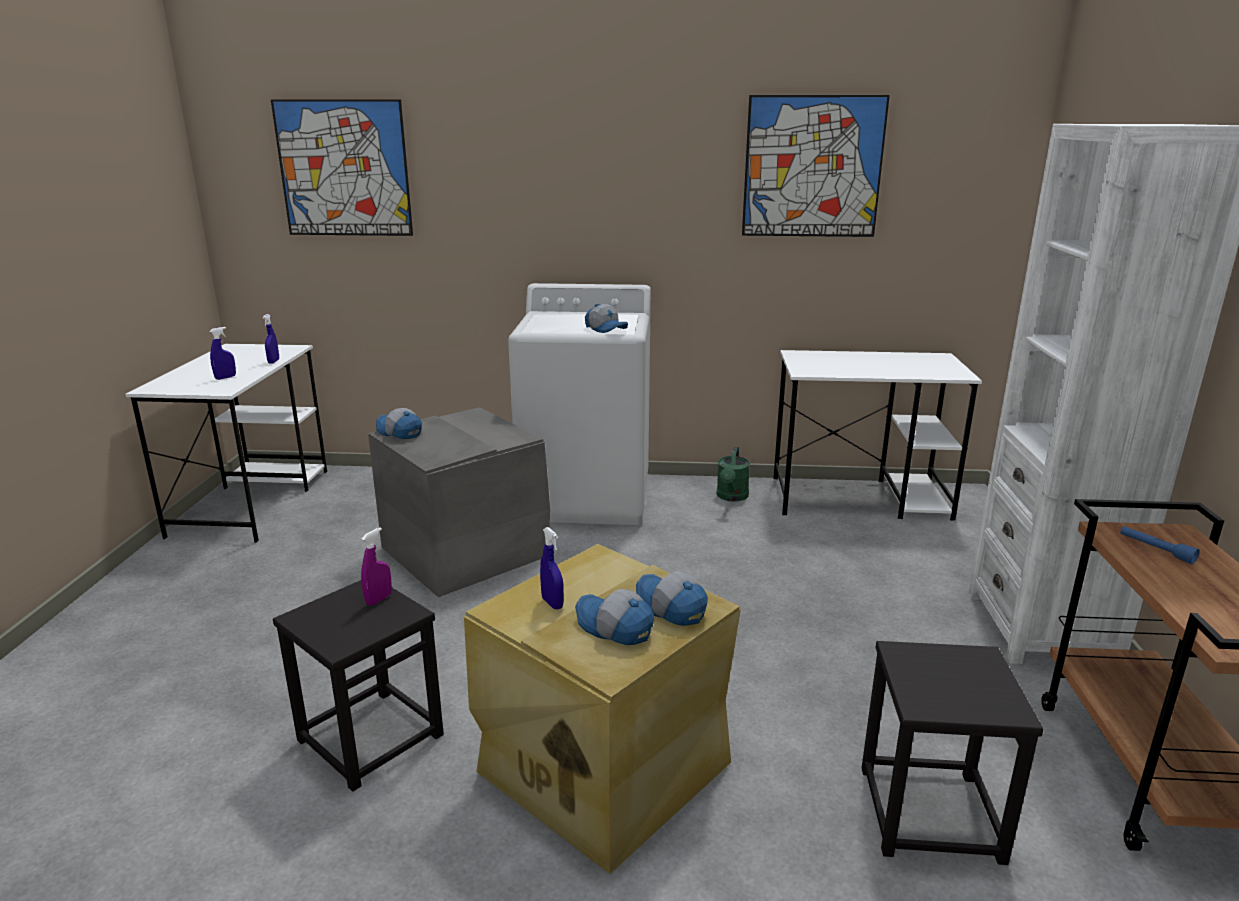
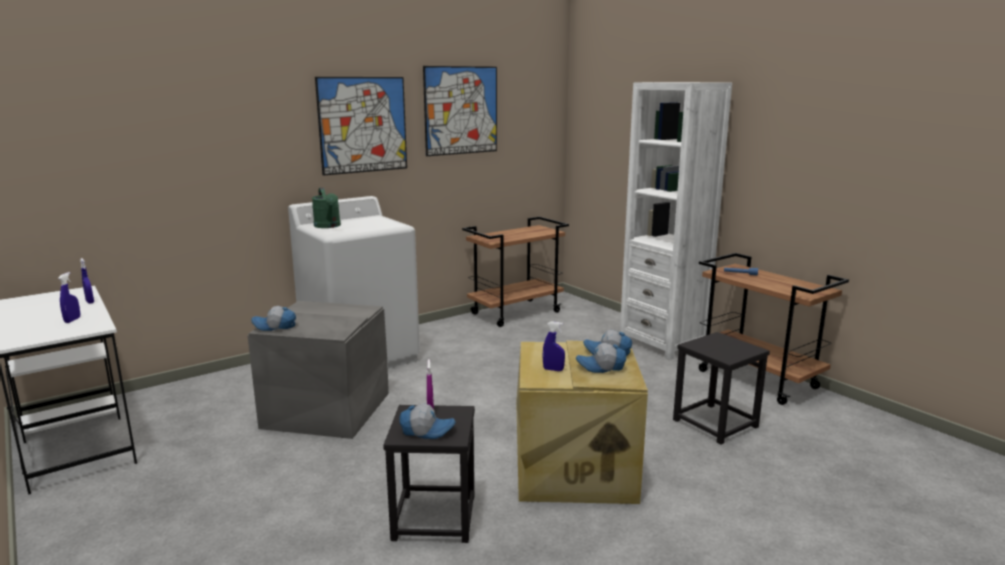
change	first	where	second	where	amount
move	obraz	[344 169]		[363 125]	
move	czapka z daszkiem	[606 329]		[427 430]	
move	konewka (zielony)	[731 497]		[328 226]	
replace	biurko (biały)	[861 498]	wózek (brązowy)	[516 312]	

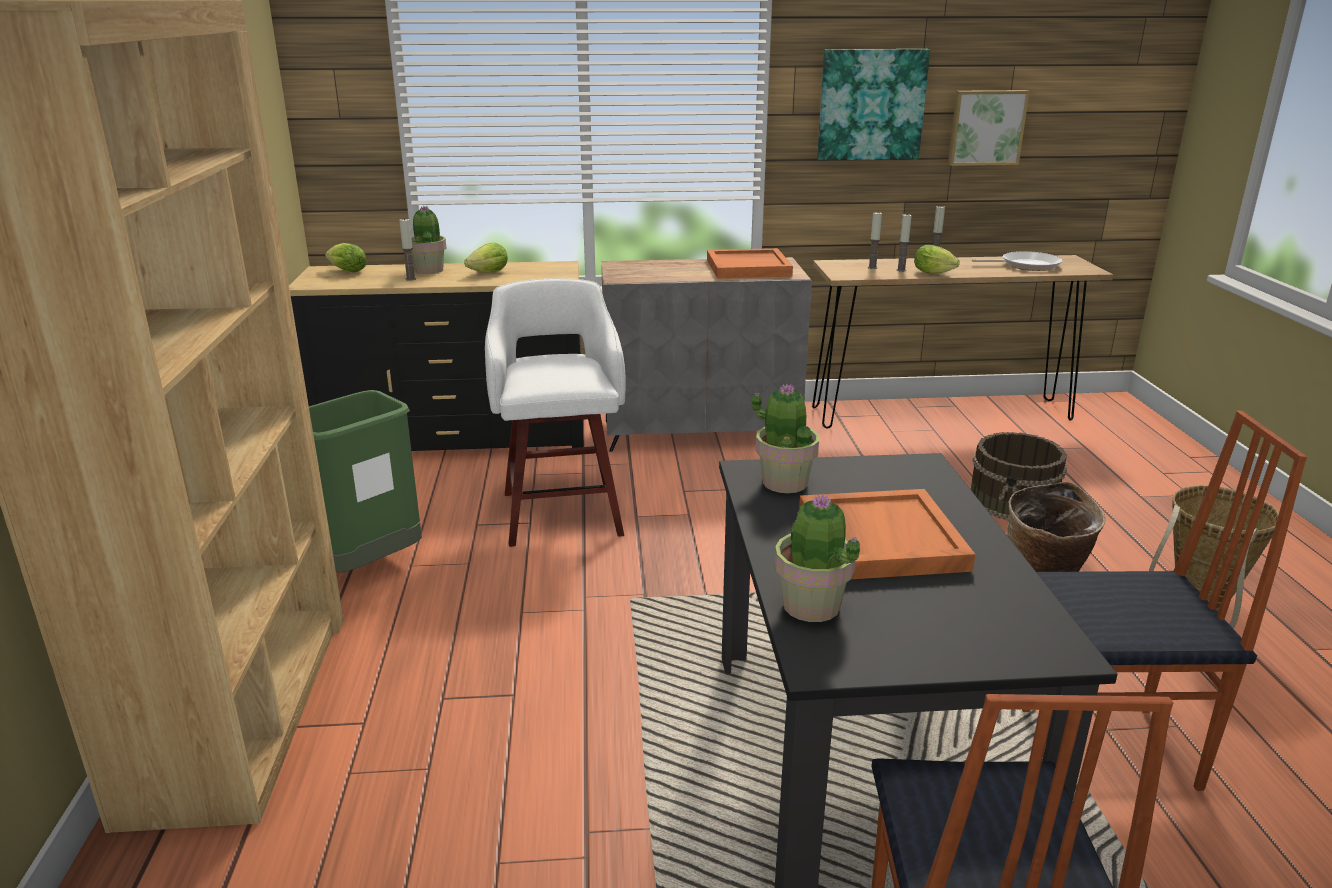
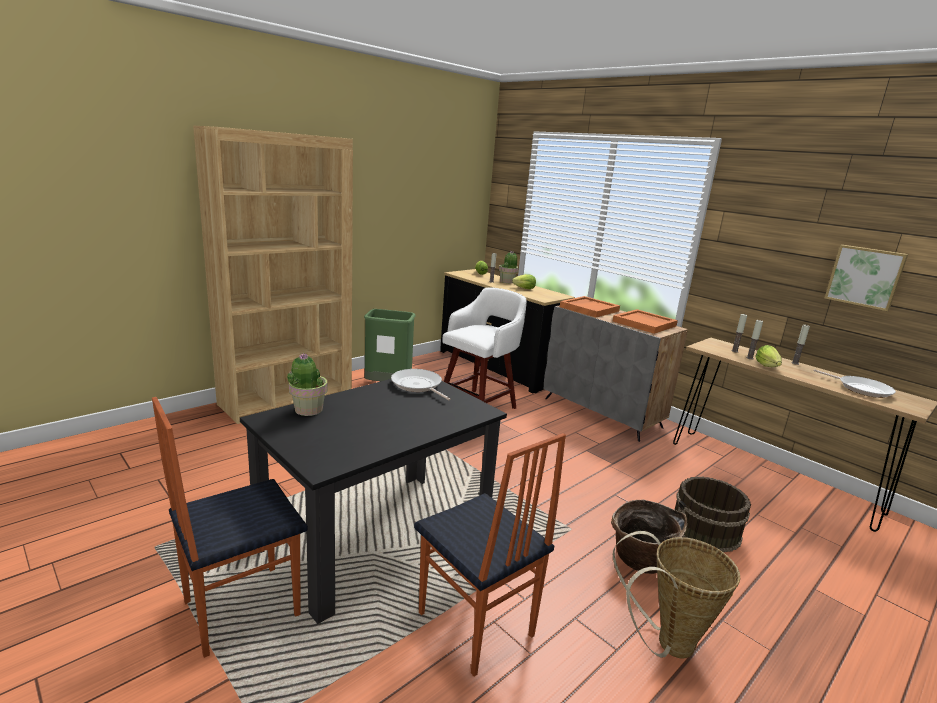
change	first	where	second	where	amount
delete	obraz	[871 104]			
move	taca (pomarańczowy)	[879 539]		[589 309]	
replace	roślina doniczkowa	[784 482]	patelnia	[418 385]	

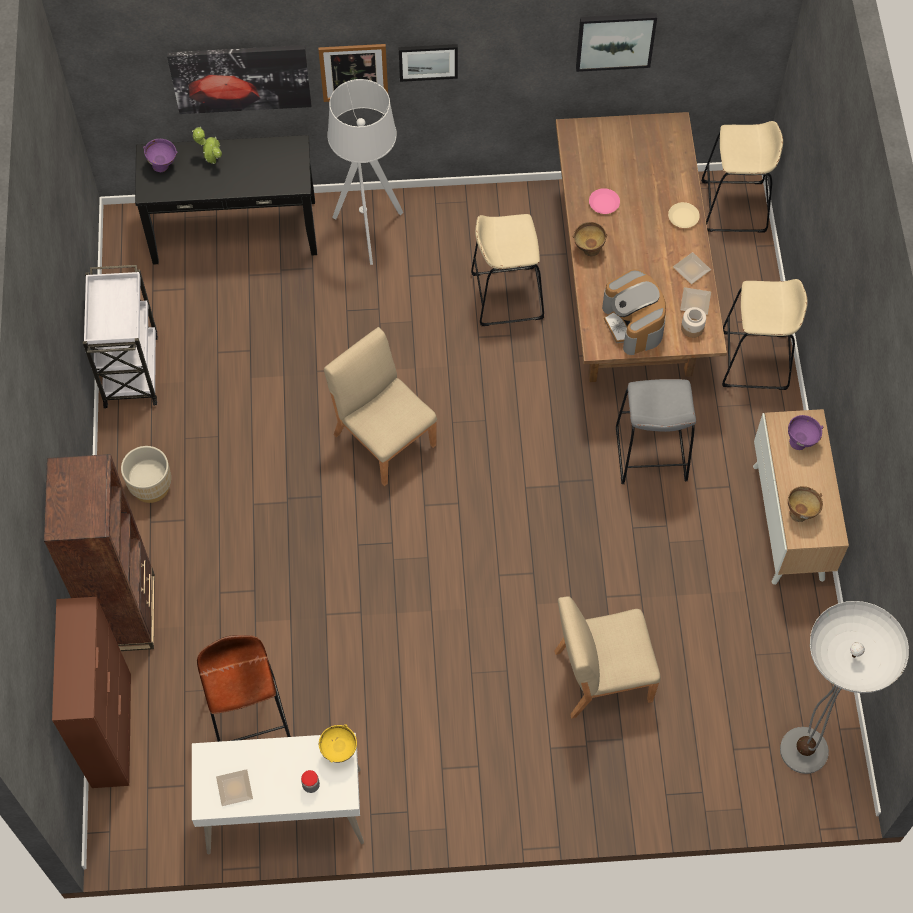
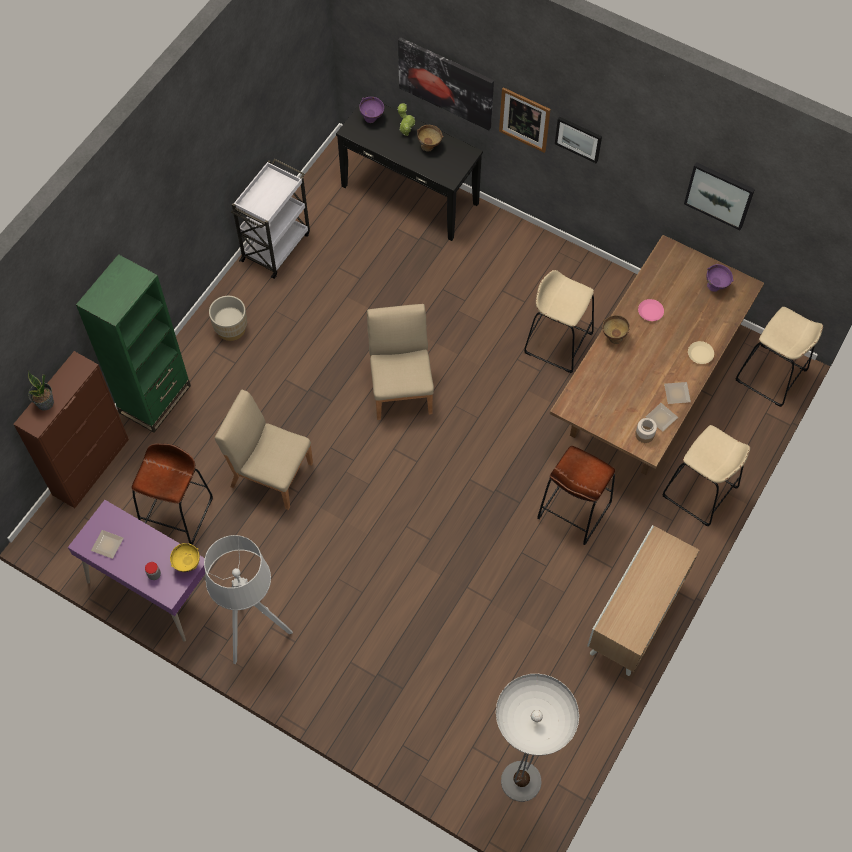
change	first	where	second	where	amount
delete	ekspres do kawy	[633 323]			
insert			roślina doniczkowa	[45 403]	
move	lampa stojąca (szary)	[369 231]		[255 632]	
move	krzesło (beżowy)	[601 675]		[270 474]	
move	miska (fioletowy)	[801 442]		[716 287]	
move	miska (brązowy)	[801 513]		[430 147]	
recolor	regał (brązowy)	[126 612]	regał (zielony)	[155 399]	
recolor	biurko (biały)	[284 812]	biurko (fioletowy)	[153 588]	
recolor	stołek (szary)	[650 454]	stołek (brązowy)	[573 511]	

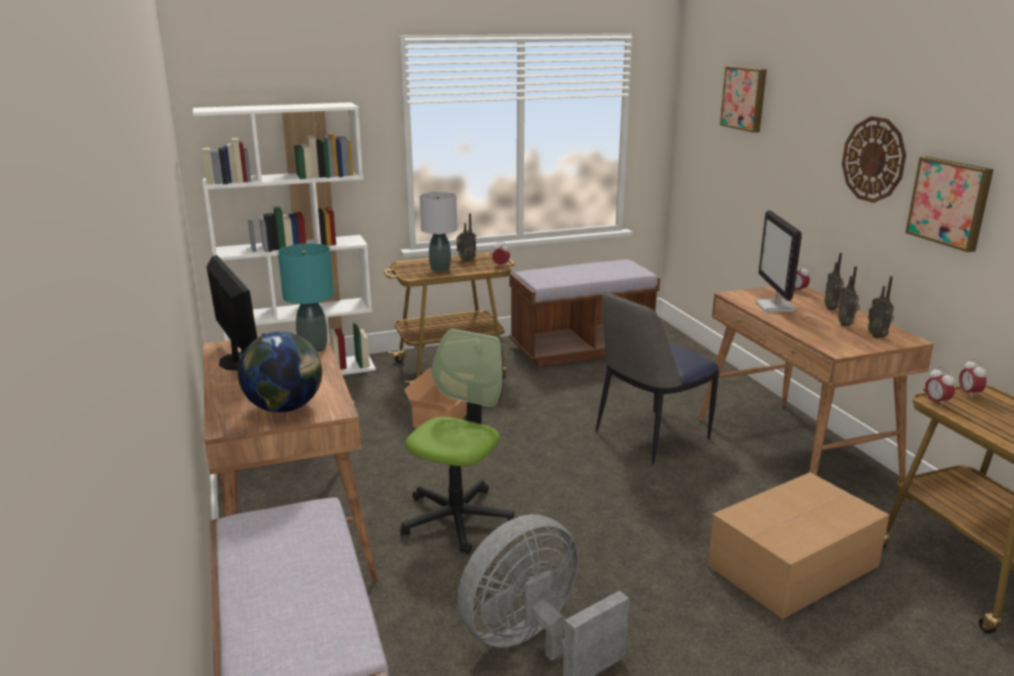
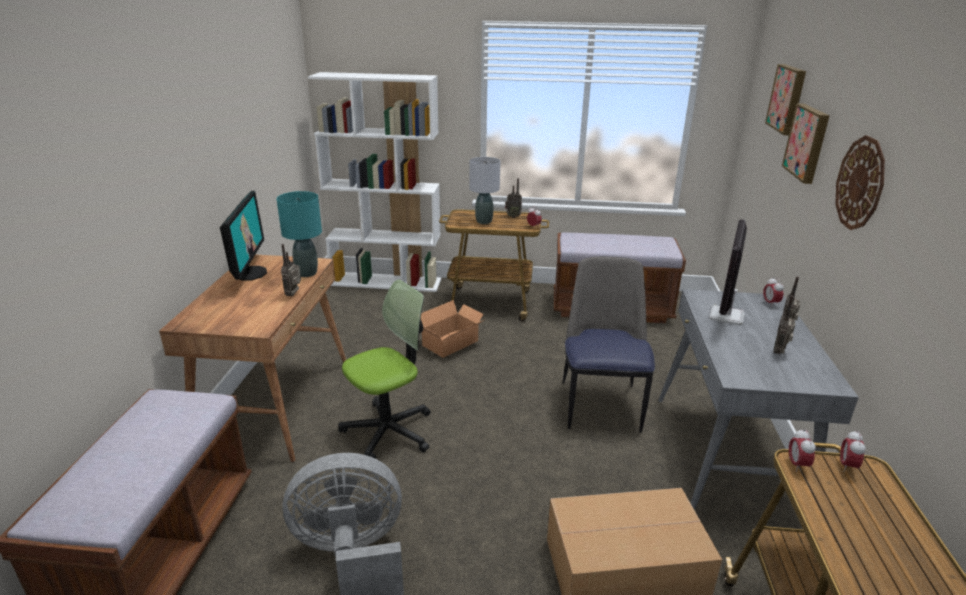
change	first	where	second	where	amount
delete	globus	[285 407]			
move	radio	[878 336]		[294 294]	
move	obraz	[950 202]		[808 142]	
recolor	biurko (brązowy)	[795 451]	biurko (szary)	[727 457]	
rotate	krzesło	[649 437]		[600 404]	105 degrees clockwise

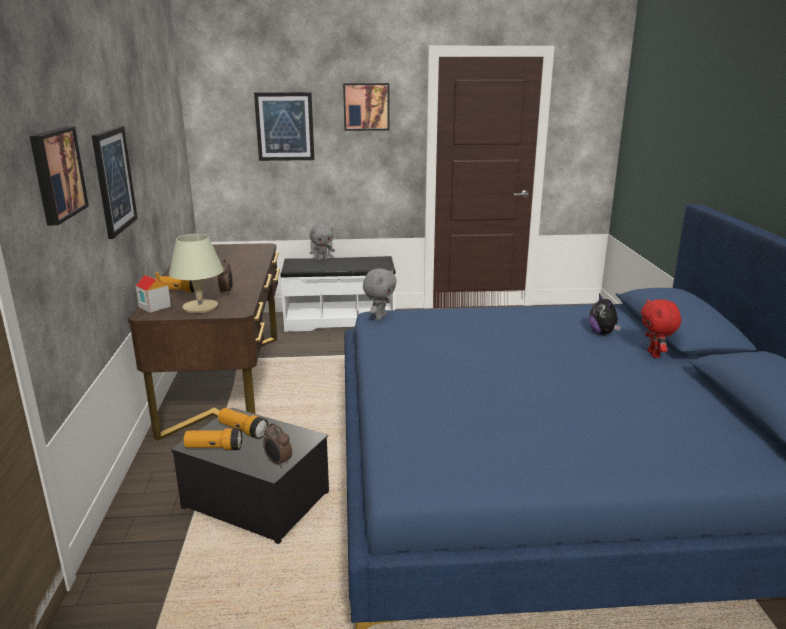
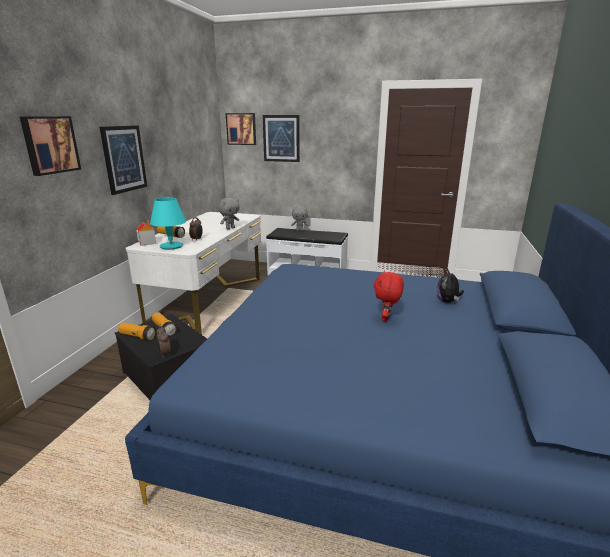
change	first	where	second	where	amount
move	obraz	[366 106]		[241 129]	
move	pluszak (szary)	[380 317]		[230 228]	
move	pluszak (czerwony)	[654 354]		[386 319]	
recolor	biurko (brązowy)	[224 381]	biurko (biały)	[208 300]	
recolor	lampa stołowa (beżowy)	[200 307]	lampa stołowa (turkusowy)	[171 246]	

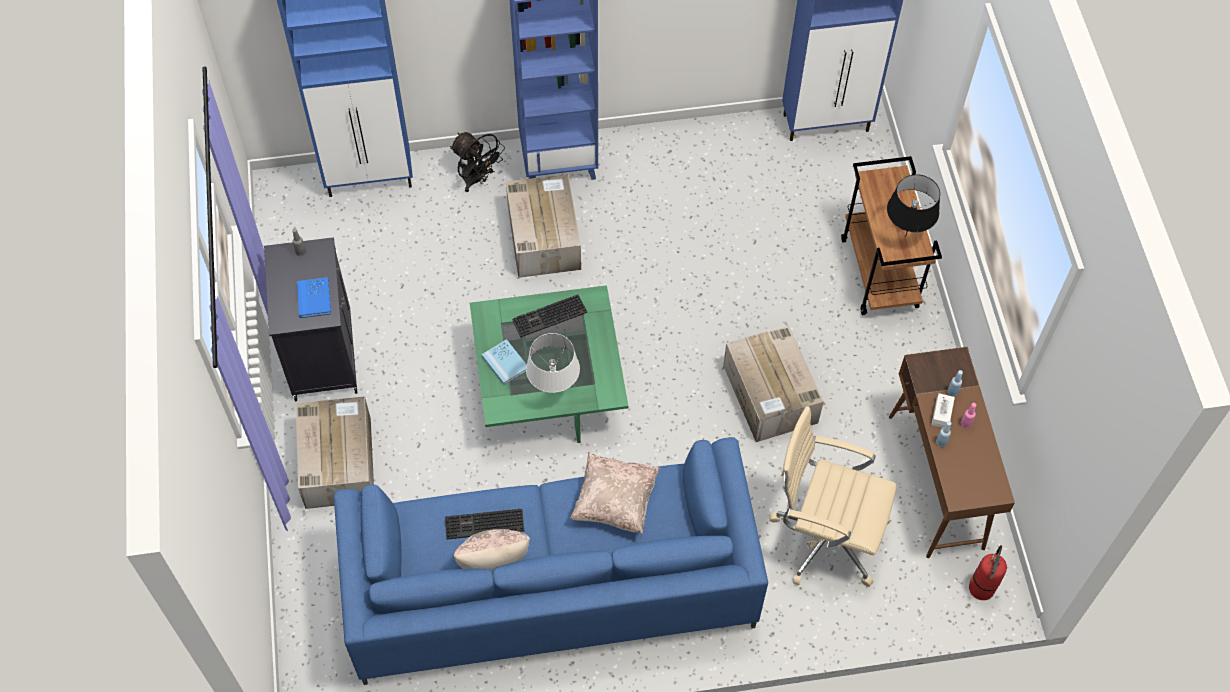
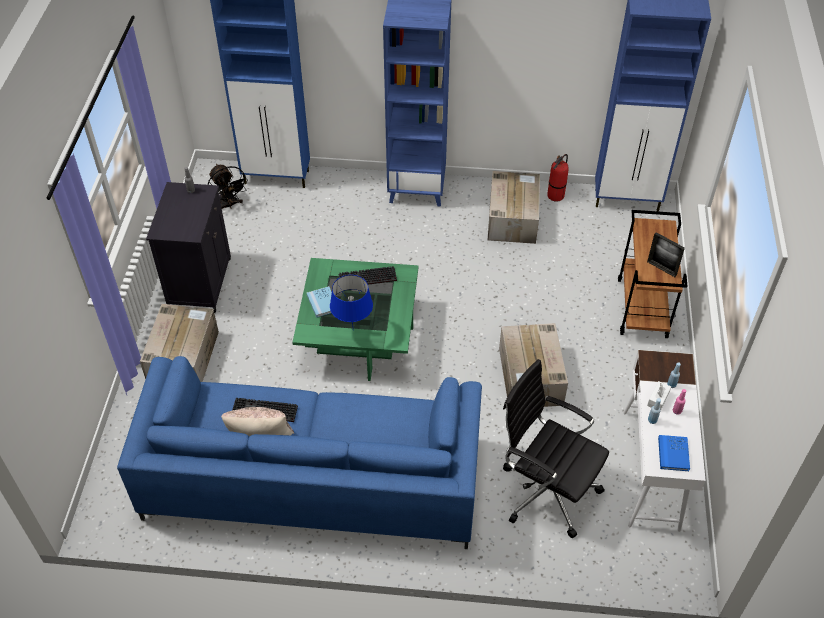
change	first	where	second	where	amount
delete	poduszka (beżowy)	[615 502]			
move	książka (niebieski)	[314 299]		[673 454]	
move	wentylator (czarny)	[477 179]		[229 205]	
move	karton	[543 236]		[512 217]	
move	gaśnica	[981 588]		[555 196]	
replace	lampa stołowa (czarny)	[905 237]	ramka na zdjęcie	[661 268]	
recolor	lampa stołowa (biały)	[553 392]	lampa stołowa (niebieski)	[352 330]	
recolor	krzesło biurowe (beżowy)	[824 535]	krzesło biurowe (czarny)	[546 490]	
recolor	biurko (brązowy)	[936 482]	biurko (biały)	[651 469]	

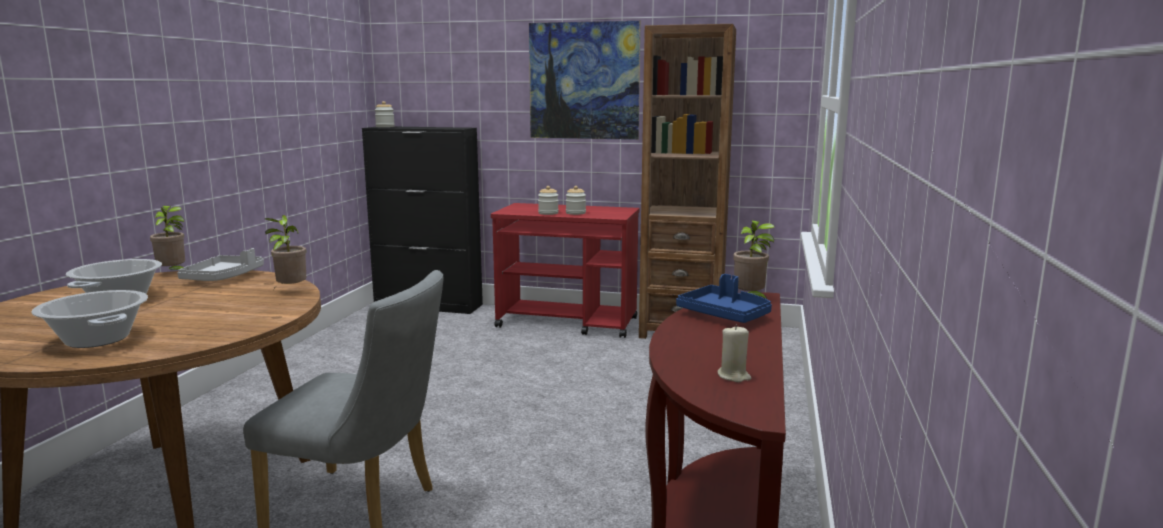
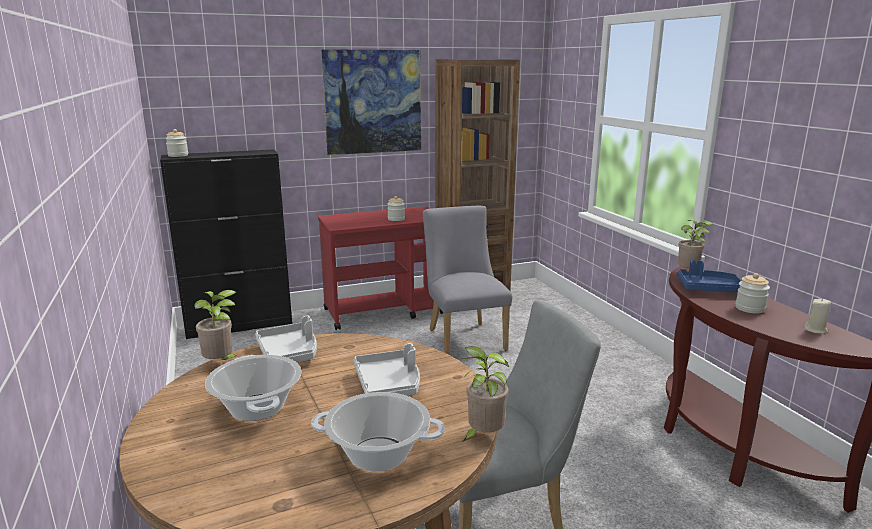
change	first	where	second	where	amount
insert			taca (szary)	[389 384]	
insert			krzesło (szary)	[464 337]	
move	roślina doniczkowa	[290 291]		[483 436]	
move	słoik	[548 213]		[750 308]	

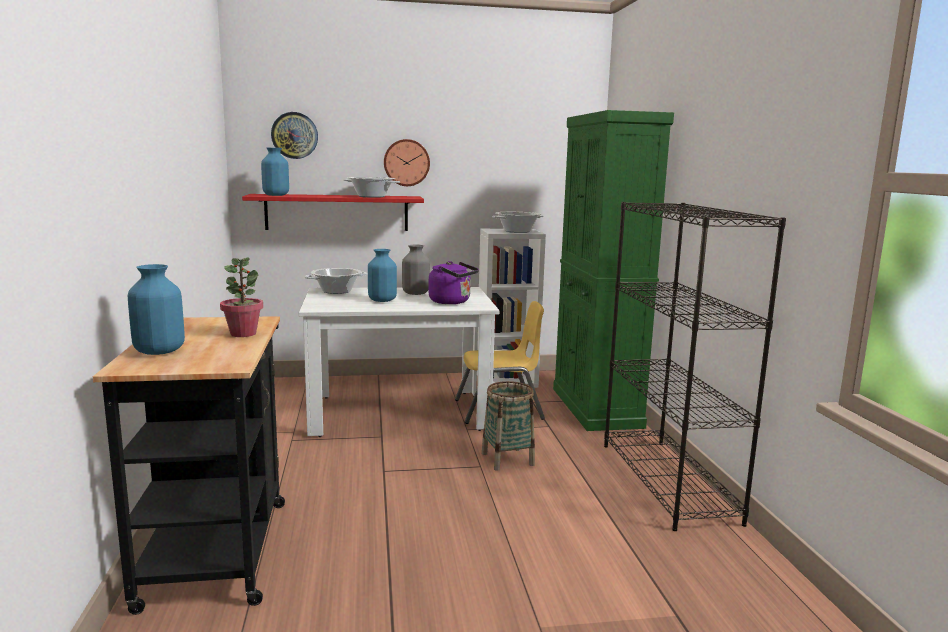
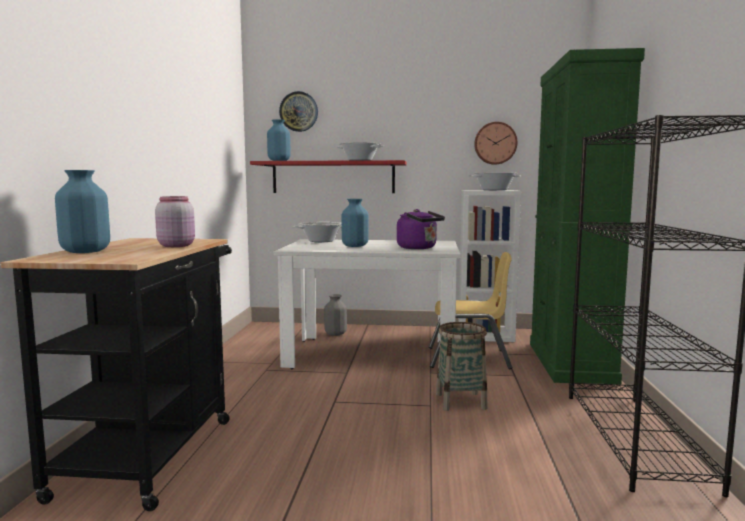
change	first	where	second	where	amount
move	zegar ścienny	[406 162]		[495 143]	
move	wazon (szary)	[416 293]		[335 334]	
replace	roślina doniczkowa	[243 334]	słoik (różowy)	[176 245]	

